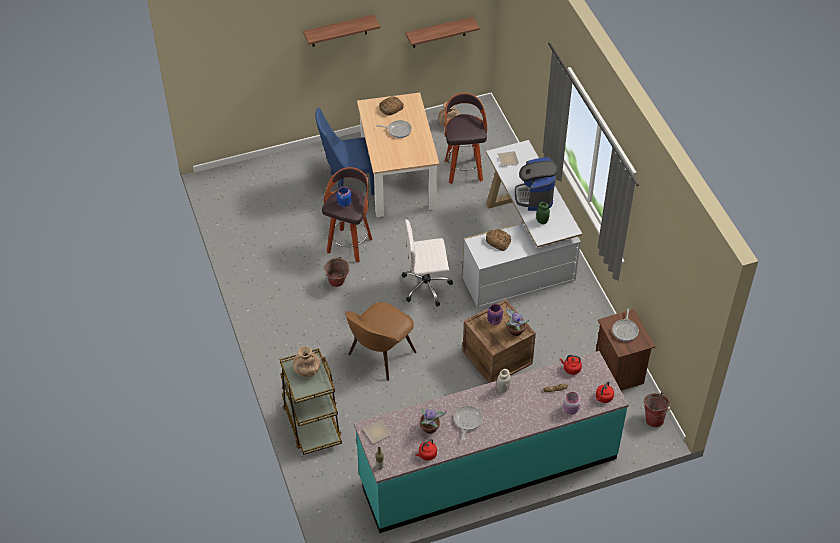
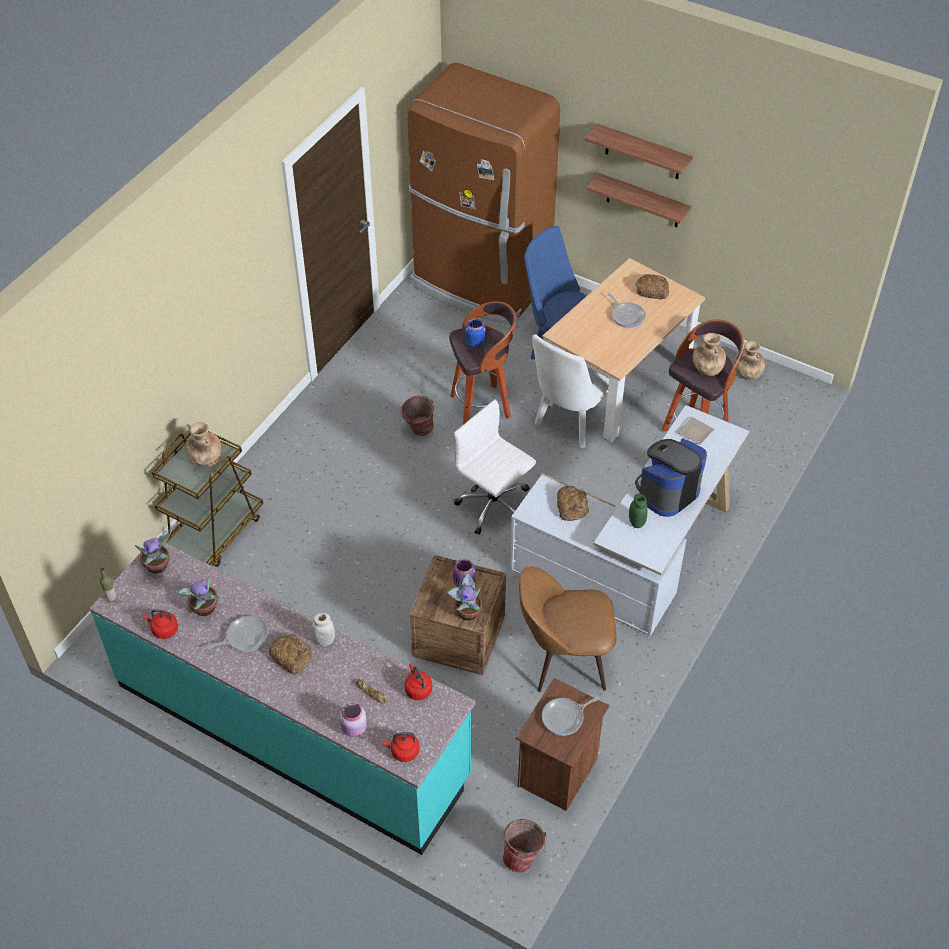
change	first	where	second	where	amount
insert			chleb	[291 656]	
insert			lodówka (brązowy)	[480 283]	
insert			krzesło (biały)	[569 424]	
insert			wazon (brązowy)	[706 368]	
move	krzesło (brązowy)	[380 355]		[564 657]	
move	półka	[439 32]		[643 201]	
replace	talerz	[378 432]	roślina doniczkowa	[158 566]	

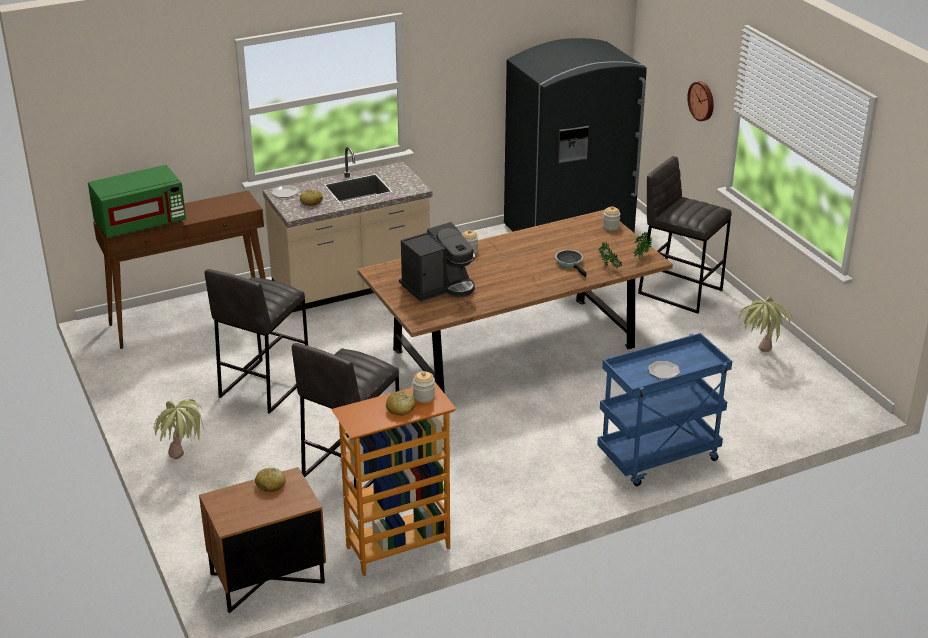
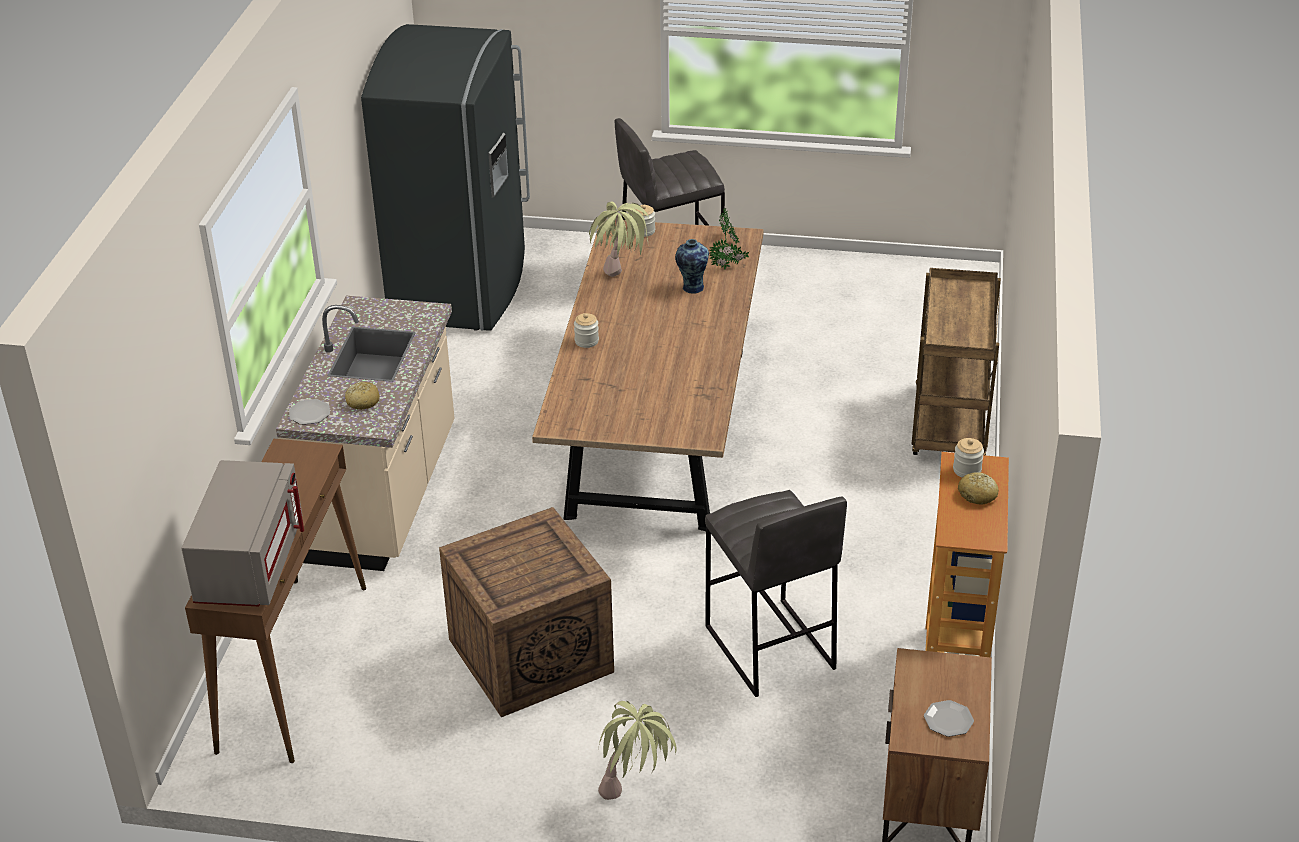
change	first	where	second	where	amount
delete	chleb	[271 484]			
delete	ekspres do kawy	[439 287]			
delete	zegar ścienny	[702 100]			
move	talerz	[664 371]		[949 720]	
move	roślina doniczkowa	[759 357]		[620 284]	
replace	stołek (szary)	[263 386]	skrzynka	[529 657]	
replace	patelnia	[570 263]	wazon	[692 287]	
recolor	mikrofalówka (zielony)	[140 223]	mikrofalówka (szary)	[249 563]	
recolor	wózek (niebieski)	[658 459]	wózek (brązowy)	[950 426]	

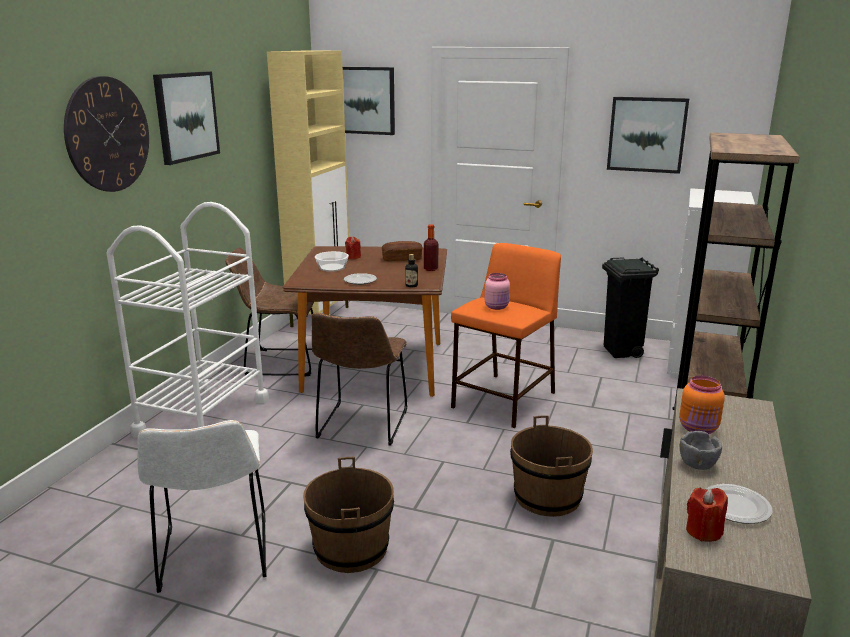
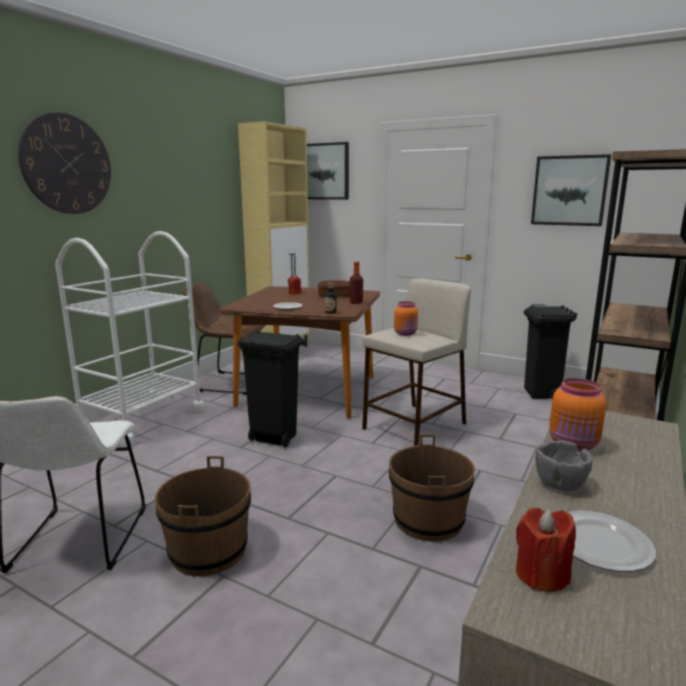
change	first	where	second	where	amount
delete	obraz	[186 116]			
delete	miska	[331 267]			
replace	krzesło (brązowy)	[361 426]	kosz na śmieci (czarny)	[273 438]	
recolor	stołek (pomarańczowy)	[503 400]	stołek (beżowy)	[414 426]	
recolor	słoik (różowy)	[497 307]	słoik (pomarańczowy)	[406 333]	

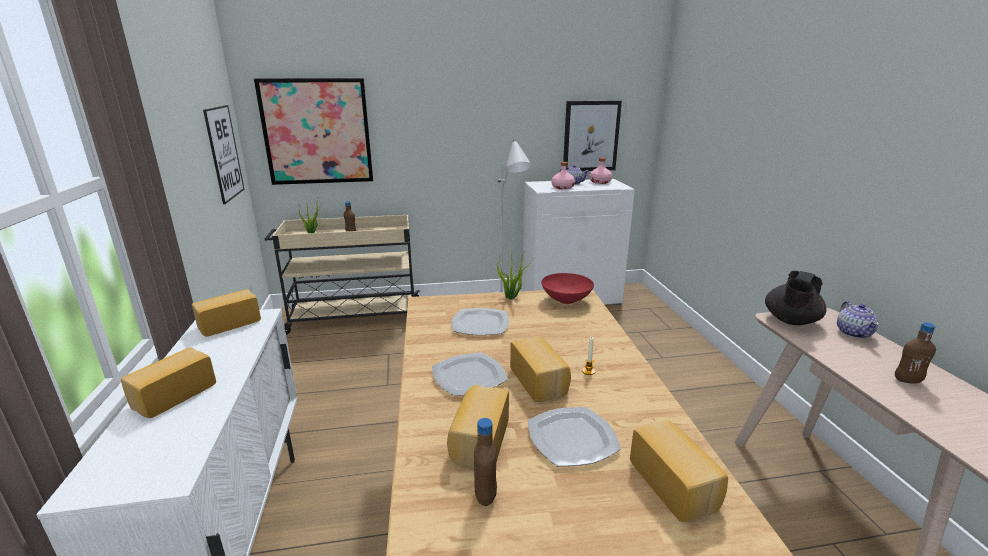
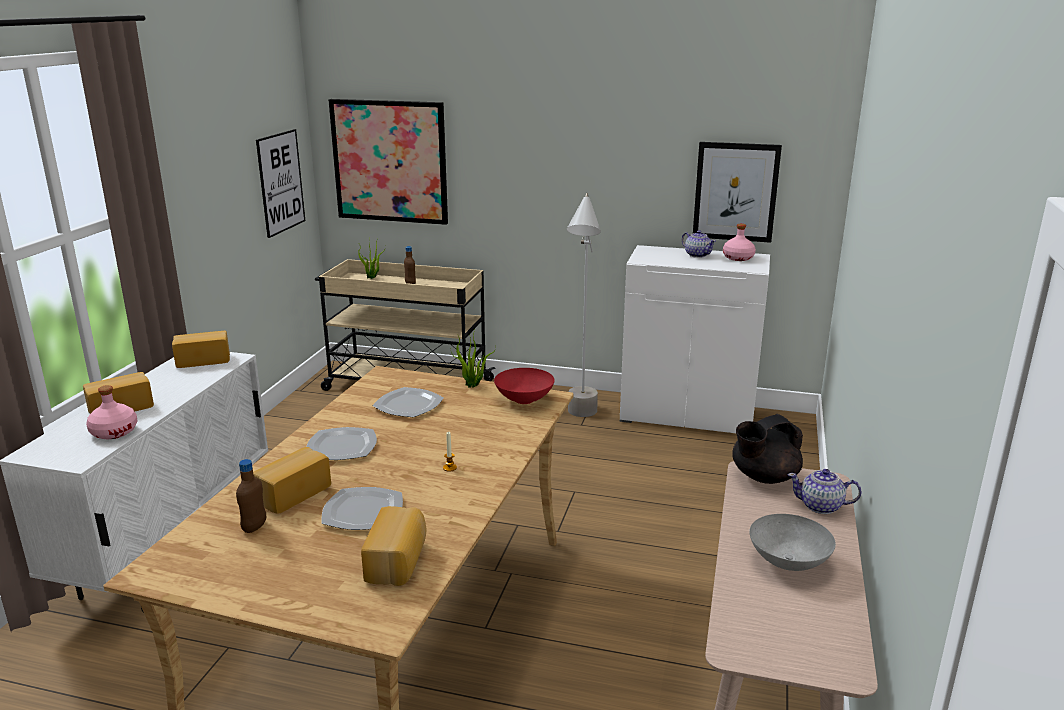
change	first	where	second	where	amount
delete	chleb	[540 381]			
move	butelka (różowy)	[562 187]		[114 432]	
replace	butelka (brązowy)	[907 380]	miska (szary)	[790 562]	
rotate	imbryk	[853 333]		[821 506]	75 degrees clockwise

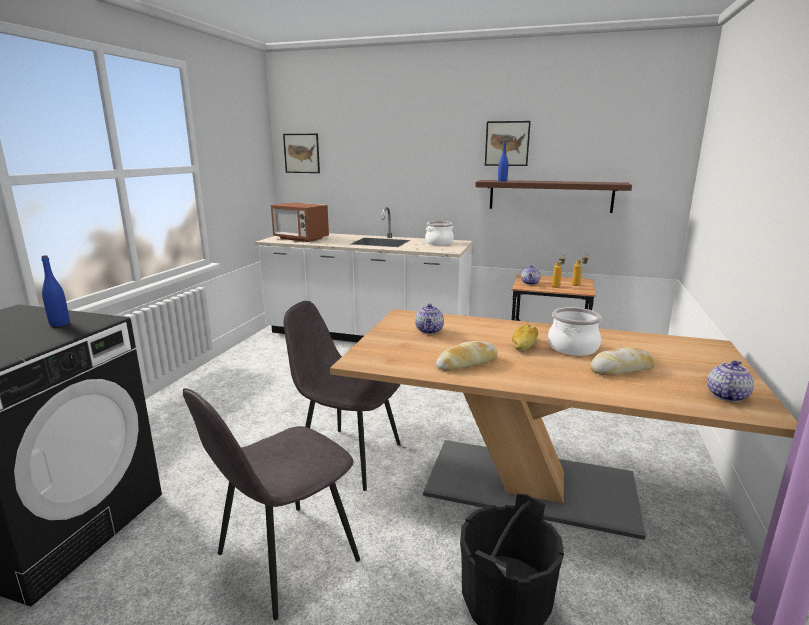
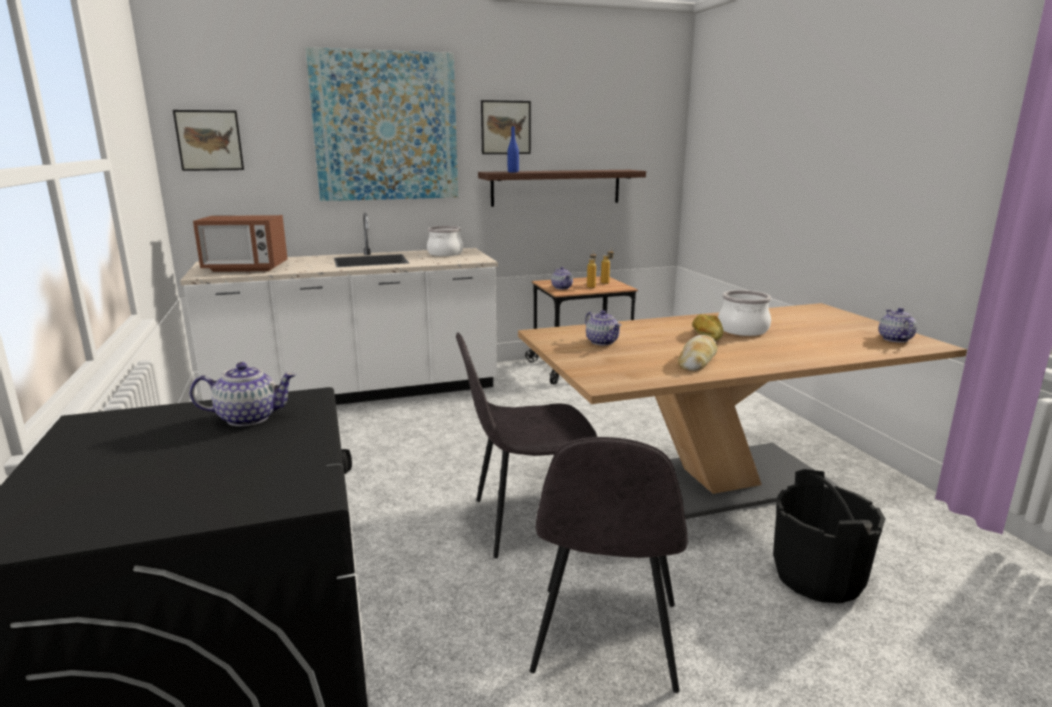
change	first	where	second	where	amount
delete	chleb	[621 369]			
insert			obraz	[386 127]	
replace	butelka (niebieski)	[59 324]	imbryk	[249 417]	

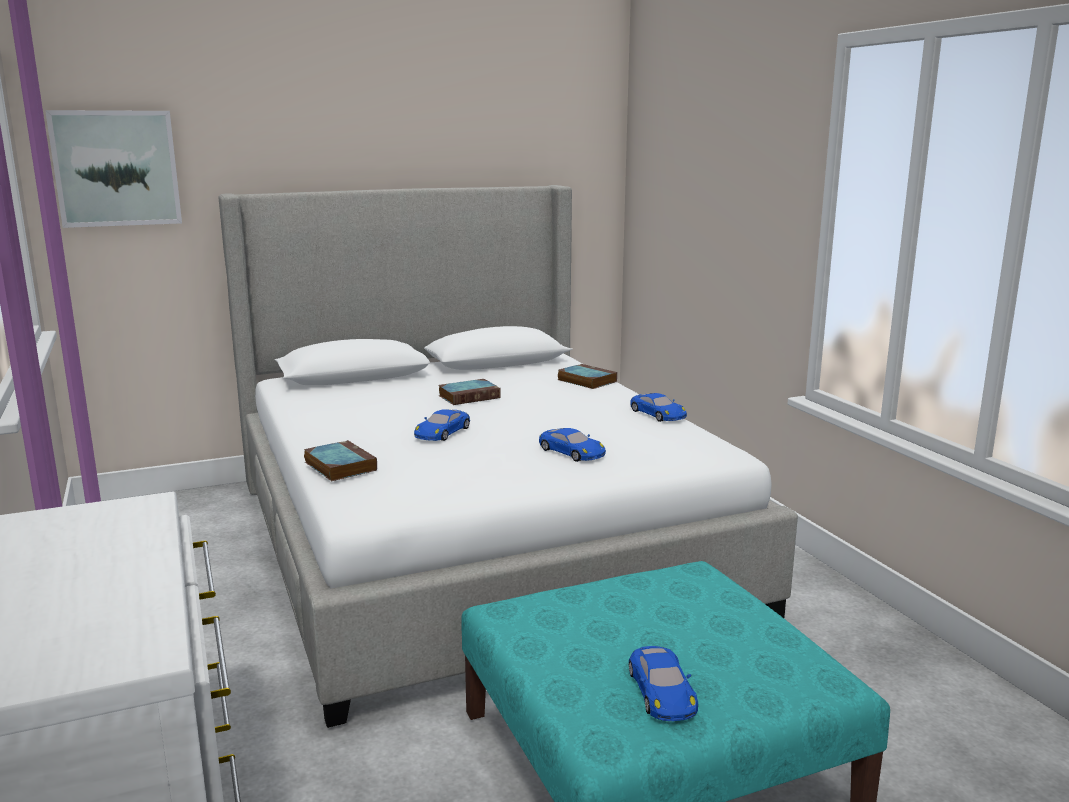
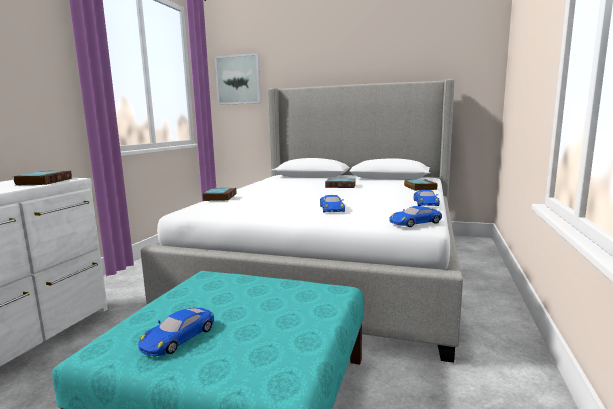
change	first	where	second	where	amount
insert			książka	[44 181]	
move	samochodzik (niebieski)	[442 432]		[415 222]	

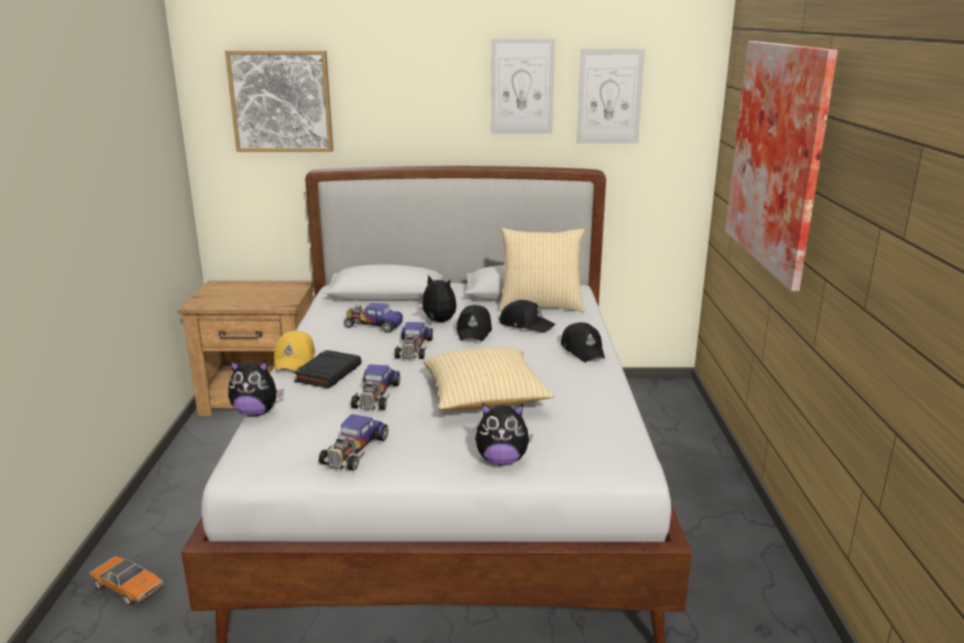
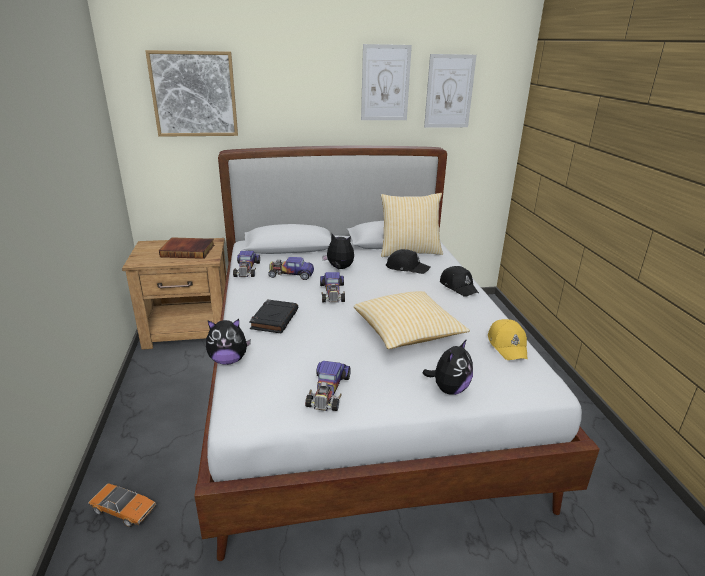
change	first	where	second	where	amount
delete	czapka z daszkiem (czarny)	[474 331]			
delete	obraz	[783 156]			
insert			książka	[188 250]	
move	czapka z daszkiem (żółty)	[295 359]		[507 345]	
move	samochodzik	[376 395]		[246 269]	
rotate	pluszak	[502 460]		[449 389]	45 degrees counterclockwise

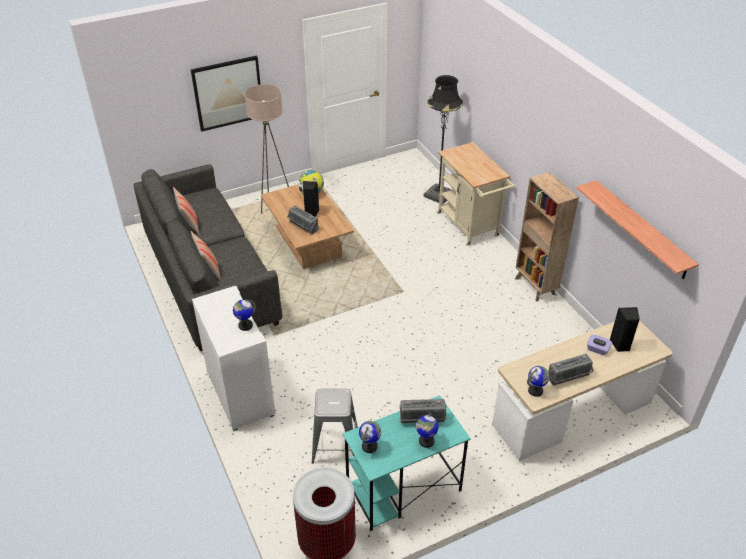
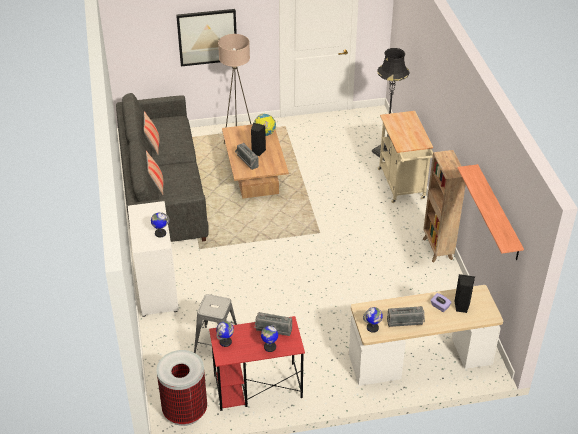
change	first	where	second	where	amount
recolor	biurko (turkusowy)	[403 489]	biurko (czerwony)	[257 386]	

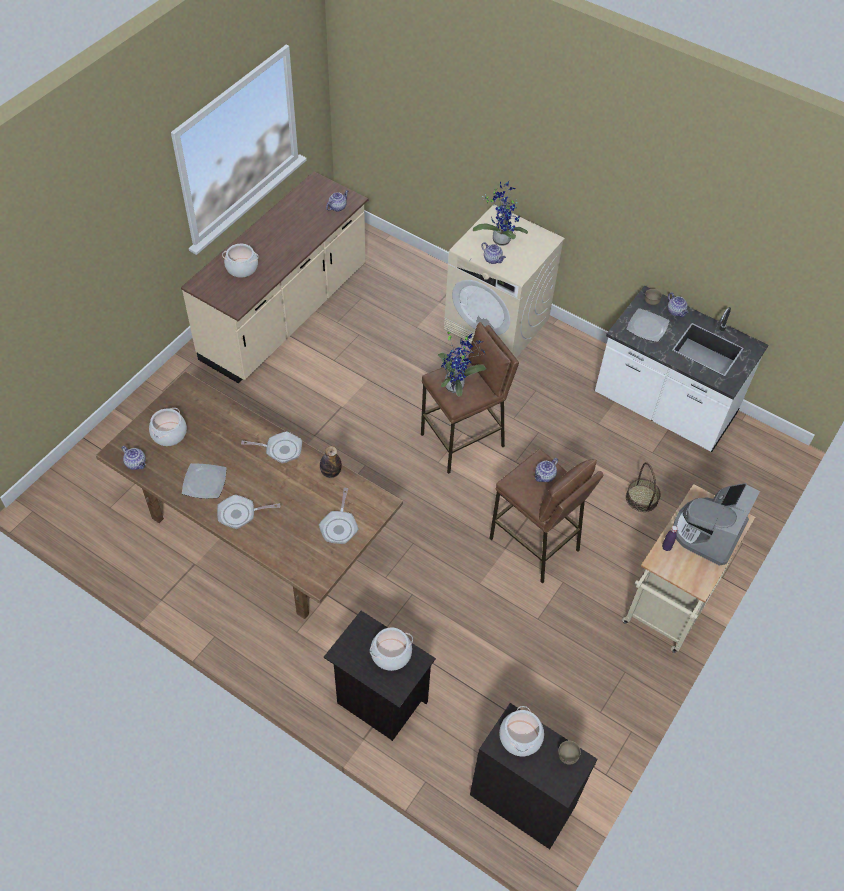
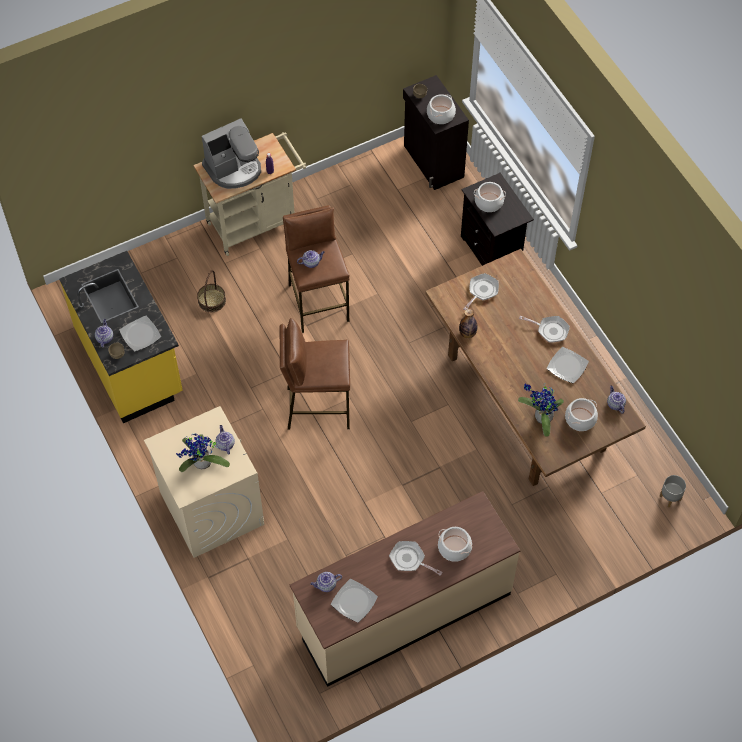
change	first	where	second	where	amount
insert			talerz	[354 602]	
insert			donica (szary)	[670 498]	
move	patelnia	[280 449]		[409 559]	
move	roślina doniczkowa	[456 385]		[541 417]	
recolor	zabudowa kuchenna (biały)	[664 407]	zabudowa kuchenna (żółty)	[131 363]	

